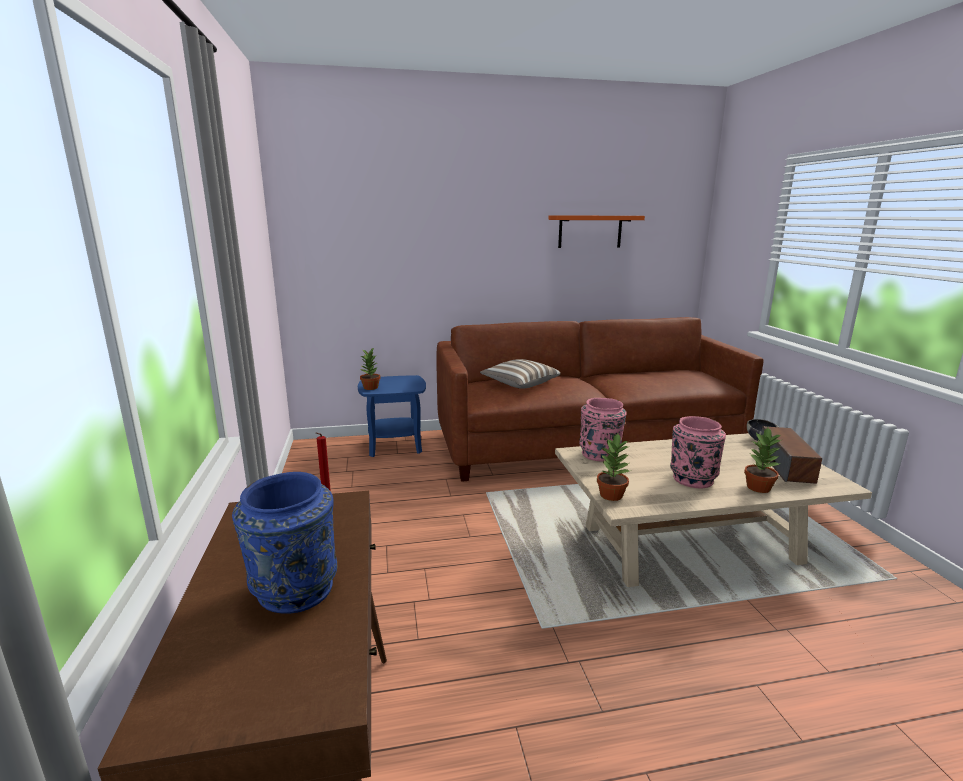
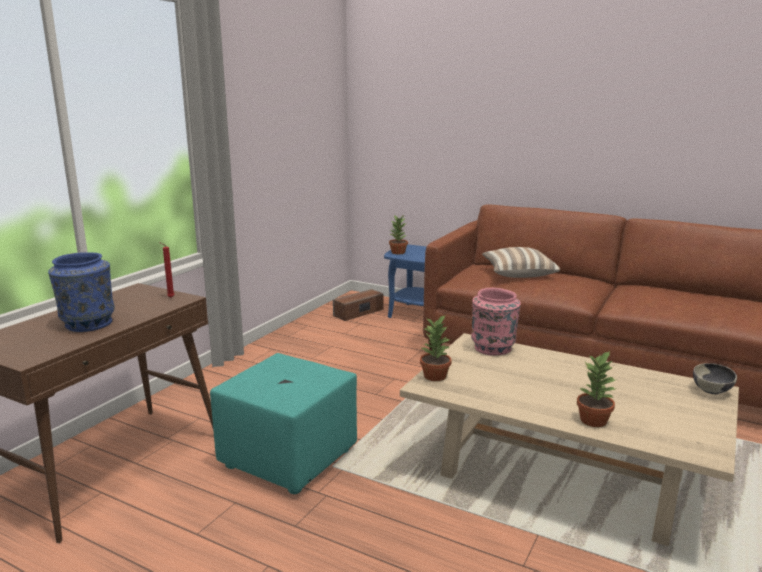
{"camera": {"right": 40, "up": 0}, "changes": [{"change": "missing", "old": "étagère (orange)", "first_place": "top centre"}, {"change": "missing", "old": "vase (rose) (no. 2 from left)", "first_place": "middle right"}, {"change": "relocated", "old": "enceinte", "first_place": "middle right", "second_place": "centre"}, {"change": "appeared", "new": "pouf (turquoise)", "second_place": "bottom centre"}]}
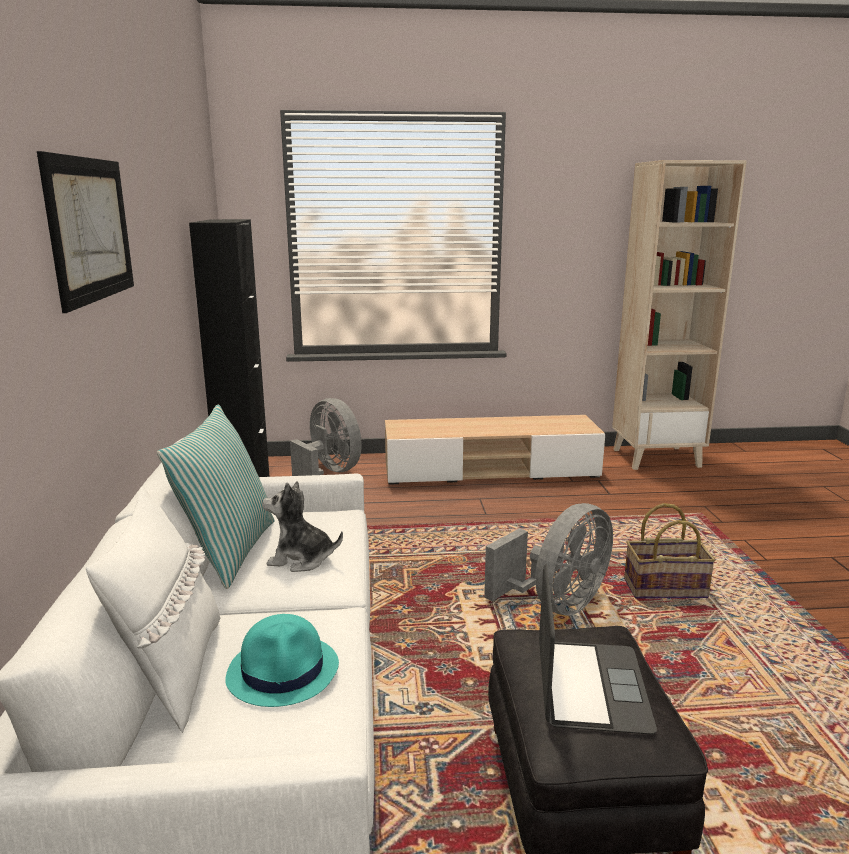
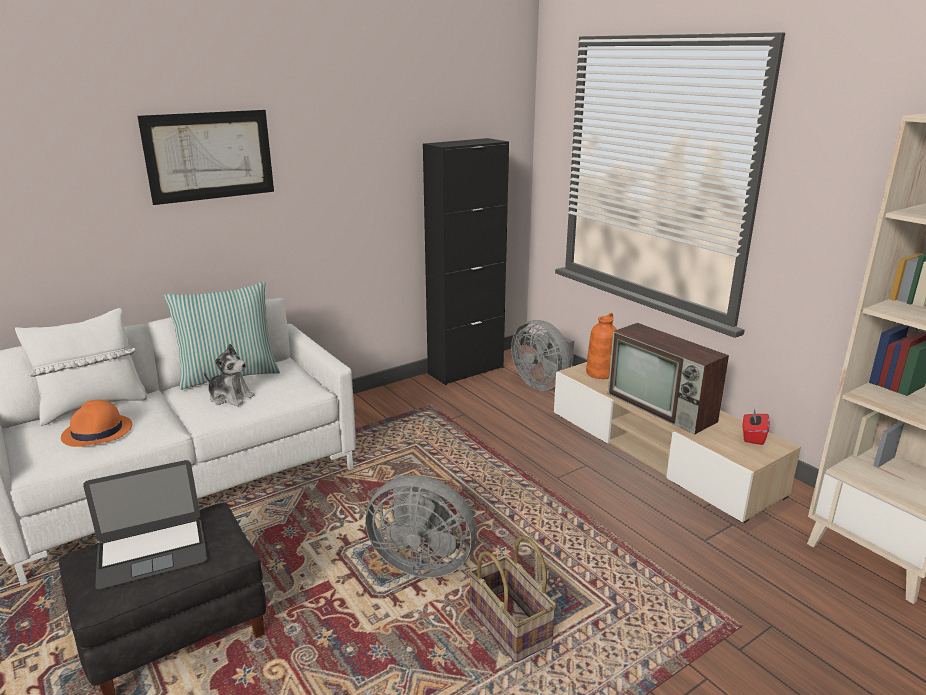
{"camera": {"right": 60, "up": 5}, "changes": [{"change": "spun", "old": "ventilateur (gris) (no. 1 from left in the first image)", "first_place": "centre", "second_place": "centre", "degrees": 120}, {"change": "spun", "old": "peluche", "first_place": "centre", "second_place": "middle left", "degrees": 135}, {"change": "colour", "old": "chapeau (turquoise)", "new": "chapeau (orange)", "first_place": "bottom left", "second_place": "middle left"}, {"change": "appeared", "new": "vase (orange)", "second_place": "centre"}, {"change": "appeared", "new": "téléviseur", "second_place": "middle right"}, {"change": "appeared", "new": "boîte à mouchoirs (rouge)", "second_place": "middle right"}]}
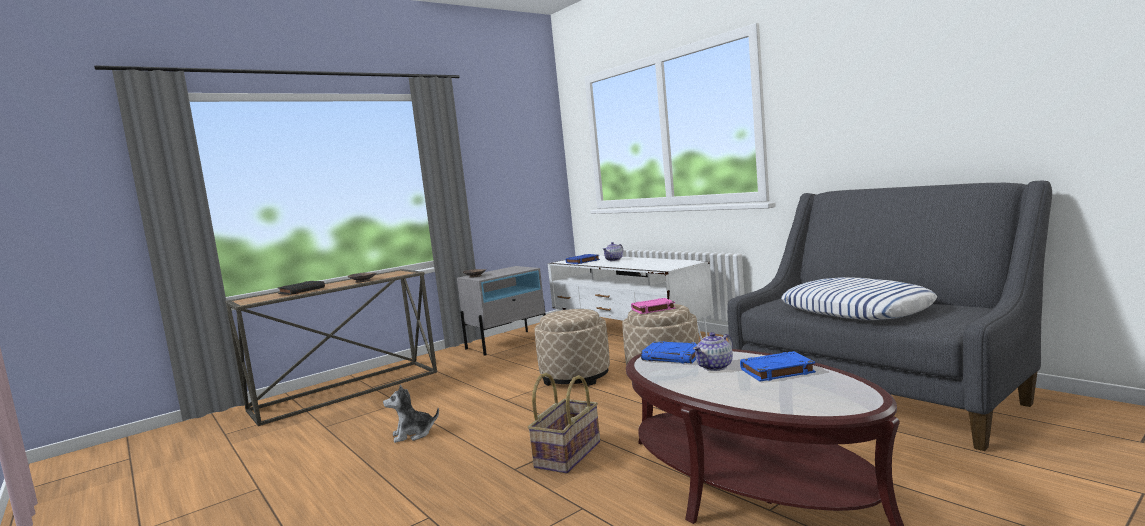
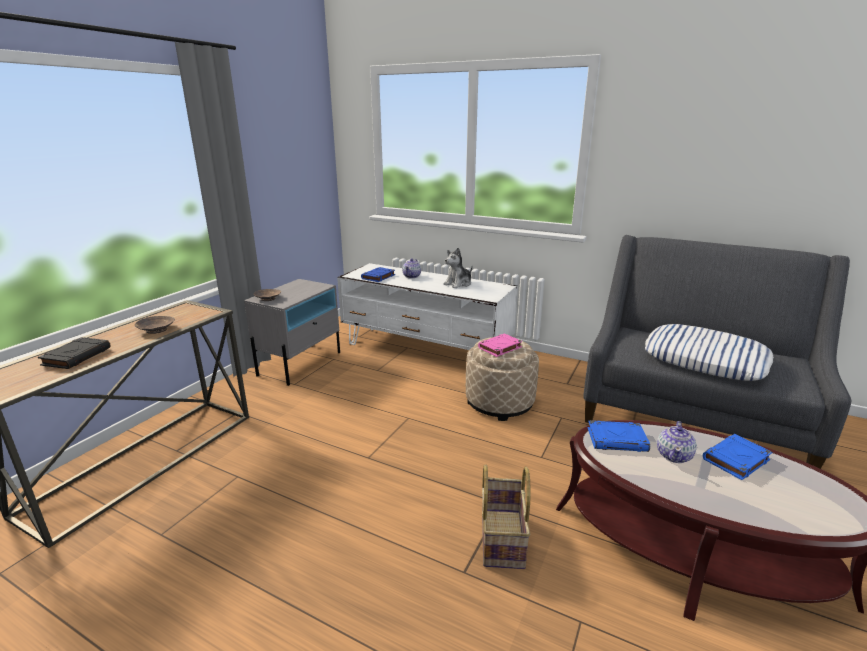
{"camera": {"right": -25, "up": 15}, "changes": [{"change": "missing", "old": "pouf (beige) (no. 1 from left)", "first_place": "centre"}, {"change": "relocated", "old": "peluche", "first_place": "bottom centre", "second_place": "centre"}]}
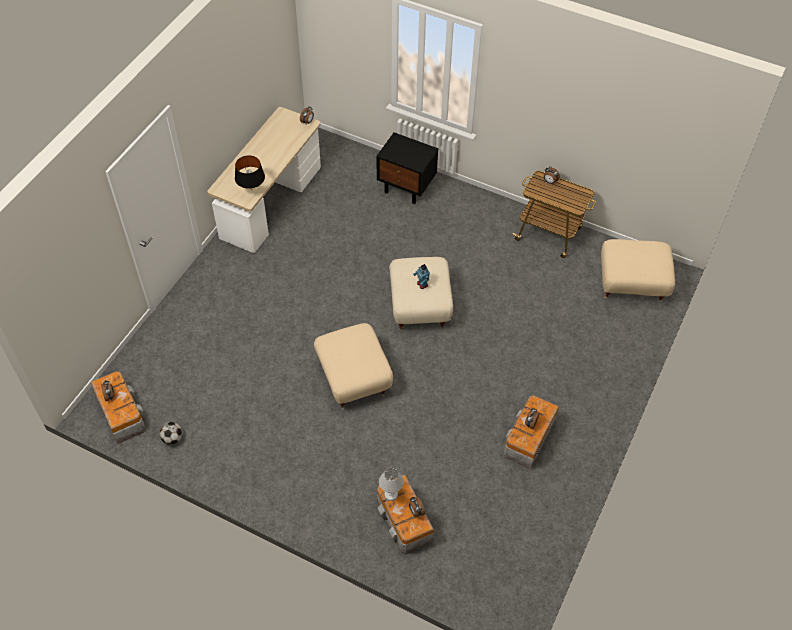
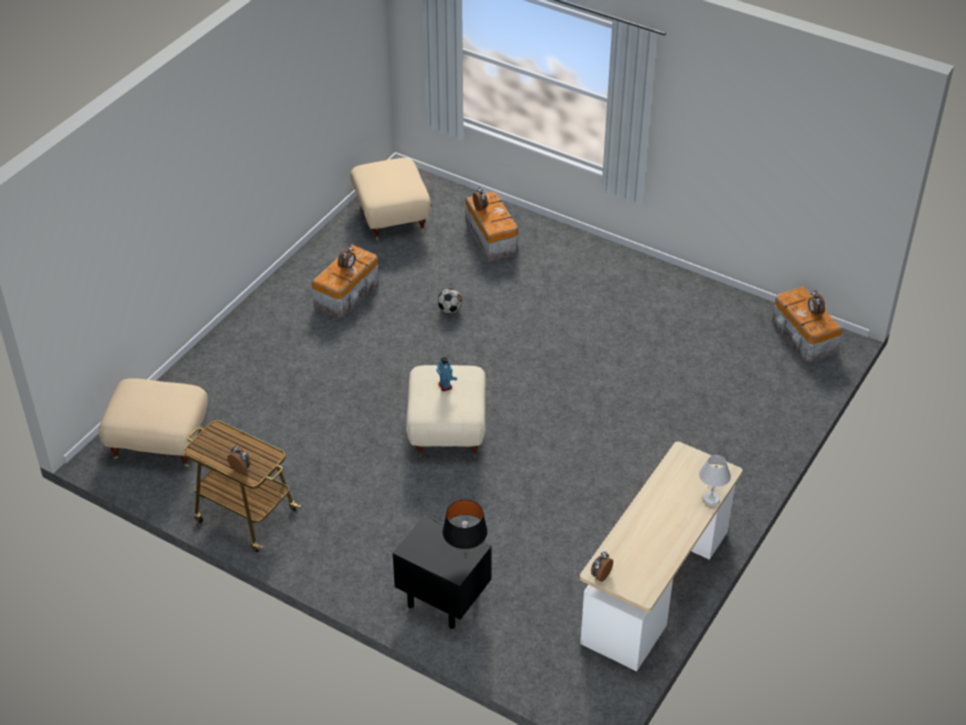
{"camera": {"right": -175, "up": -10}, "changes": [{"change": "relocated", "old": "lampe de table (noir)", "first_place": "top left", "second_place": "bottom centre"}, {"change": "relocated", "old": "pouf (beige) (no. 1 from left in the first image)", "new": "pouf (beige) (no. 2 from left)", "first_place": "centre", "second_place": "top centre"}, {"change": "relocated", "old": "ballon de foot", "first_place": "bottom left", "second_place": "centre"}, {"change": "relocated", "old": "lampe de table (blanc)", "first_place": "bottom centre", "second_place": "middle right"}]}
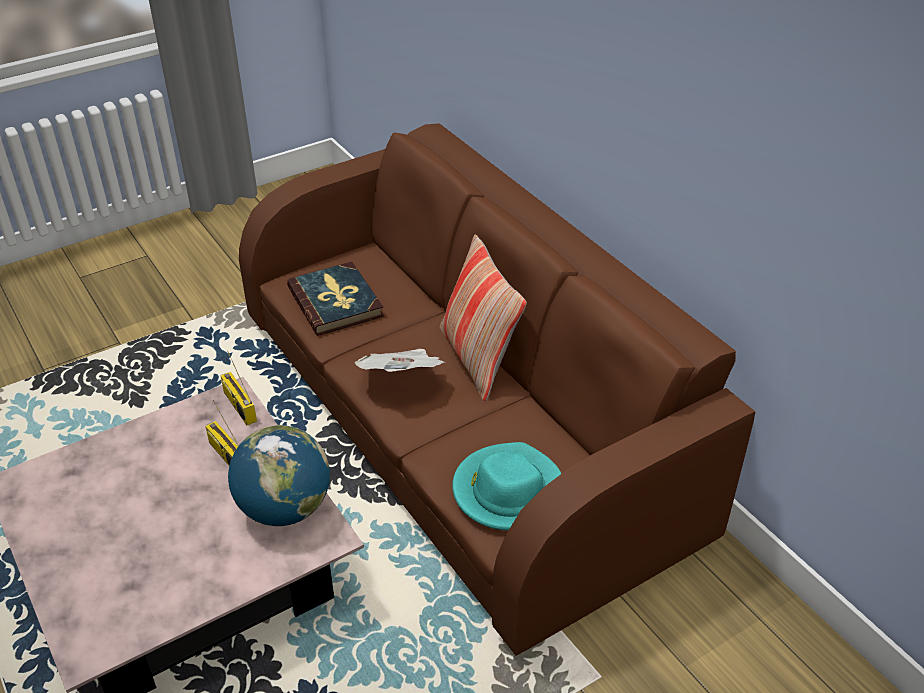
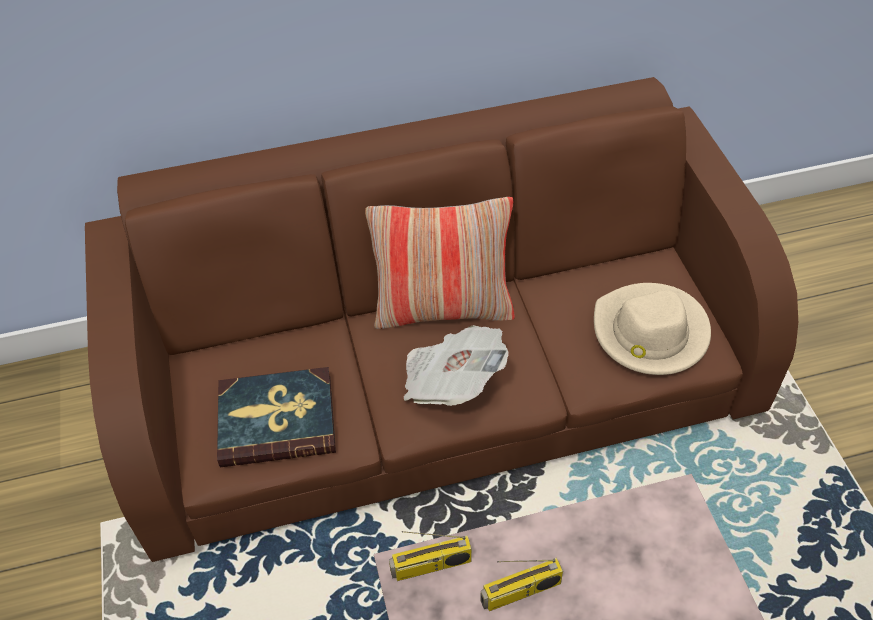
{"camera": {"right": -70, "up": 10}, "changes": [{"change": "missing", "old": "globe", "first_place": "bottom left"}, {"change": "colour", "old": "chapeau (turquoise)", "new": "chapeau (beige)", "first_place": "bottom centre", "second_place": "middle right"}]}
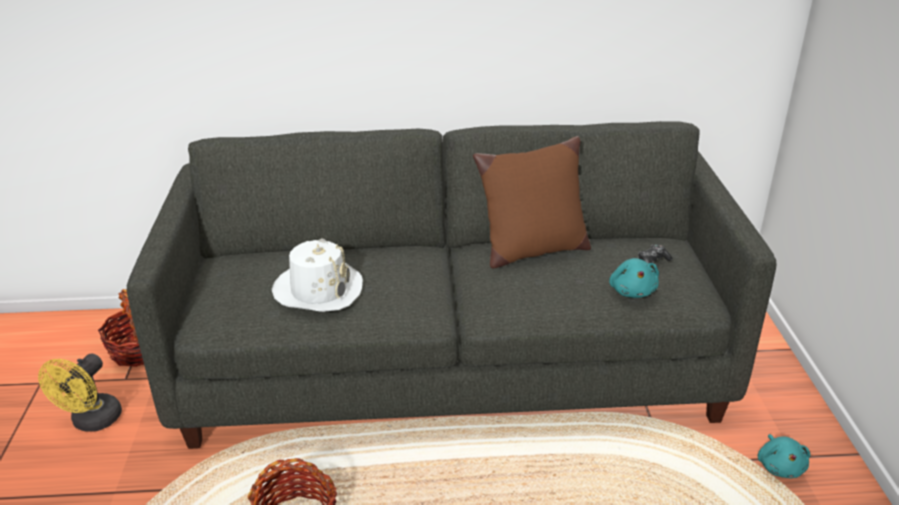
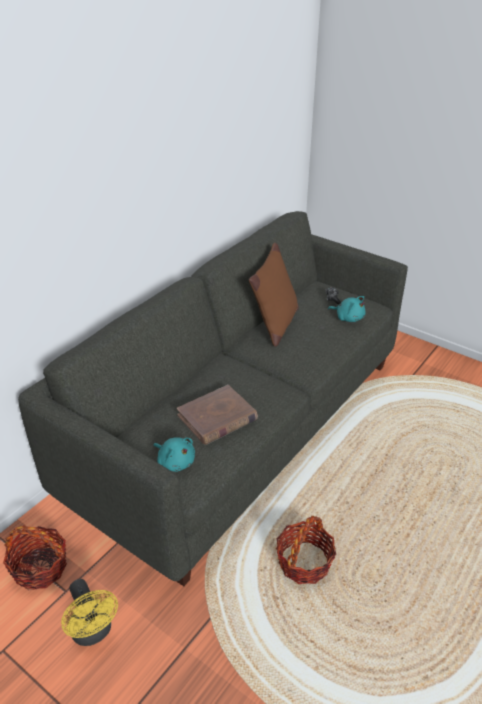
{"camera": {"right": -50, "up": 5}, "changes": [{"change": "exchanged", "old": "chapeau (blanc)", "new": "livre (marron)", "first_place": "centre", "second_place": "centre"}, {"change": "relocated", "old": "peluche (turquoise) (no. 2 from left in the first image)", "new": "peluche (turquoise) (no. 1 from left)", "first_place": "bottom right", "second_place": "centre"}]}
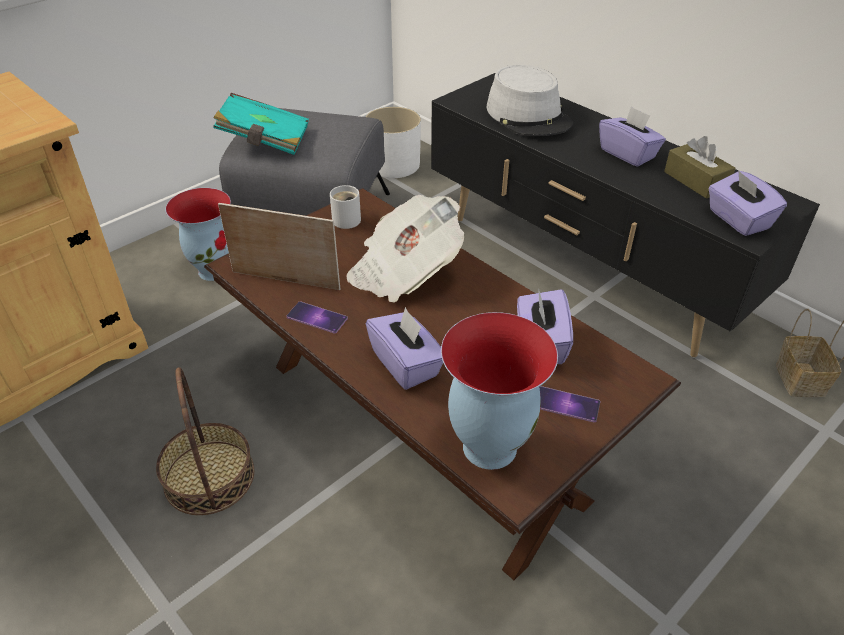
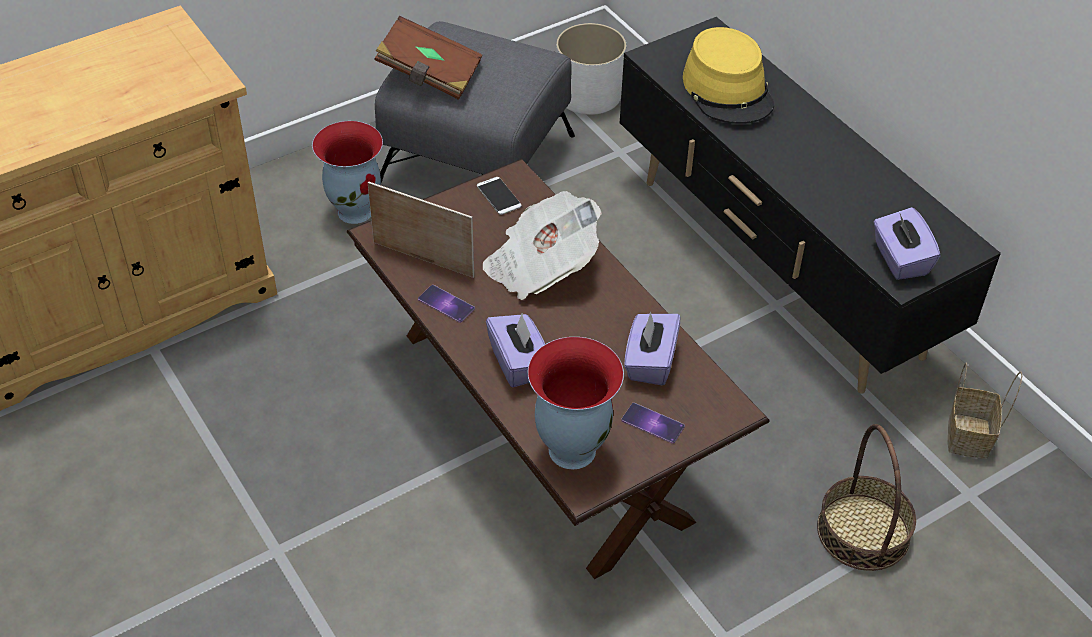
{"camera": {"right": 10, "up": 5}, "changes": [{"change": "colour", "old": "chapeau (gris)", "new": "chapeau (jaune)", "first_place": "top centre", "second_place": "top right"}, {"change": "colour", "old": "livre (turquoise)", "new": "livre (marron)", "first_place": "top left", "second_place": "top centre"}, {"change": "missing", "old": "boîte à mouchoirs (violet) (no. 3 from left)", "first_place": "top right"}, {"change": "missing", "old": "boîte à mouchoirs (marron)", "first_place": "top right"}, {"change": "exchanged", "old": "mug (blanc)", "new": "téléphone (no. 2 from left)", "first_place": "top centre", "second_place": "top centre"}, {"change": "relocated", "old": "panier (no. 1 from left)", "first_place": "bottom left", "second_place": "bottom right"}]}
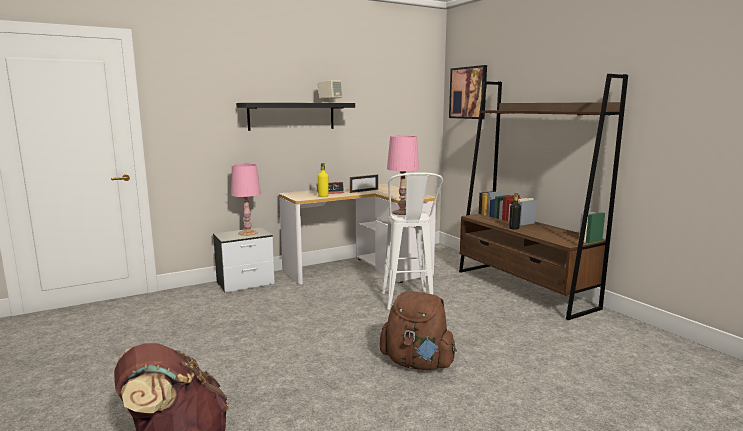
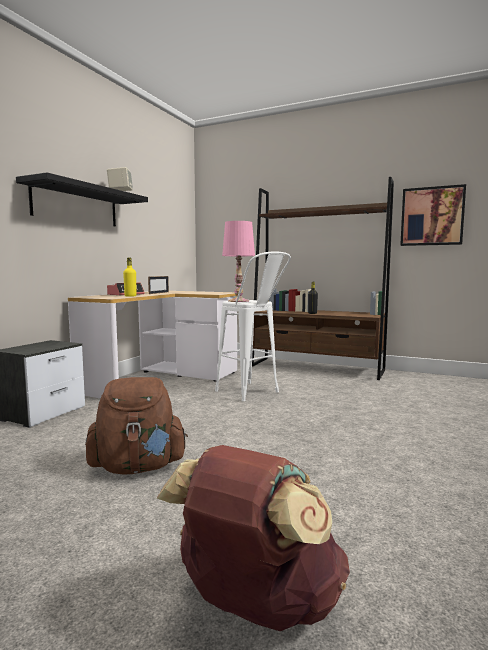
{"camera": {"right": -35, "up": -5}, "changes": [{"change": "relocated", "old": "tableau", "first_place": "top centre", "second_place": "top right"}, {"change": "missing", "old": "lampe de table (rose) (no. 1 from left)", "first_place": "middle left"}, {"change": "relocated", "old": "sac à dos (marron) (no. 2 from left in the first image)", "new": "sac à dos (marron) (no. 1 from left)", "first_place": "bottom centre", "second_place": "middle left"}]}
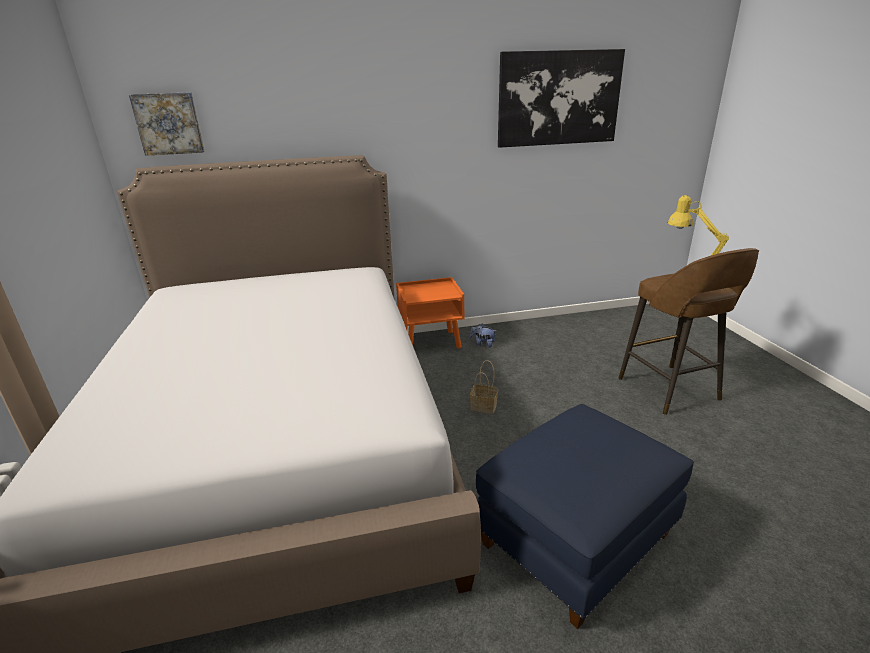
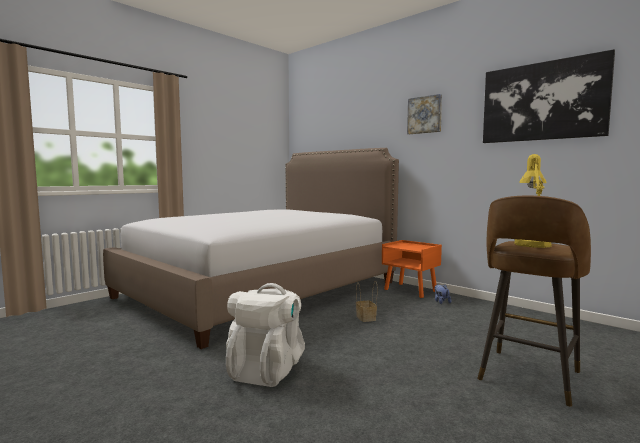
{"camera": {"right": 55, "up": -20}, "changes": [{"change": "relocated", "old": "tableau (no. 1 from left)", "first_place": "top left", "second_place": "top centre"}, {"change": "exchanged", "old": "pouf (bleu)", "new": "sac à dos (blanc)", "first_place": "bottom right", "second_place": "bottom centre"}]}
